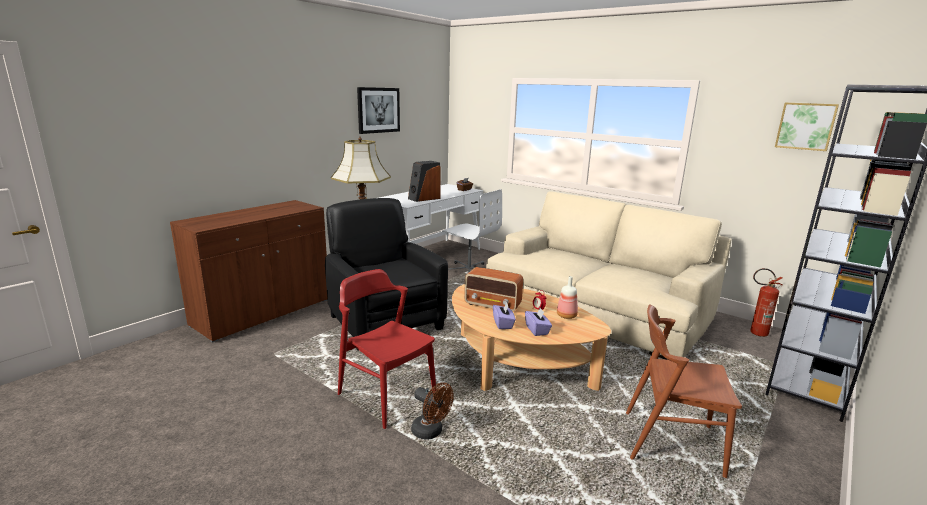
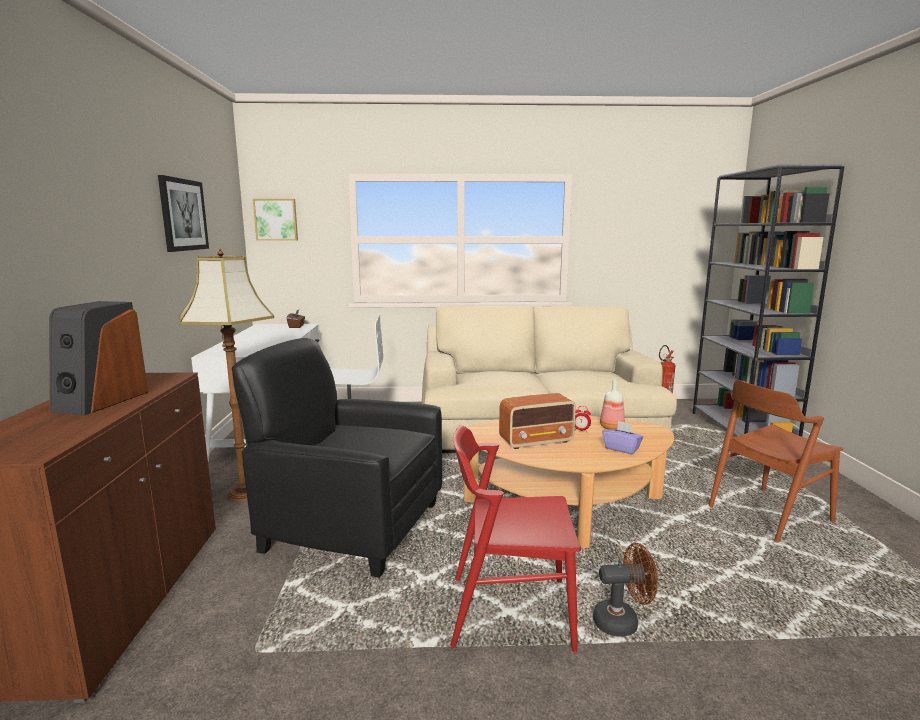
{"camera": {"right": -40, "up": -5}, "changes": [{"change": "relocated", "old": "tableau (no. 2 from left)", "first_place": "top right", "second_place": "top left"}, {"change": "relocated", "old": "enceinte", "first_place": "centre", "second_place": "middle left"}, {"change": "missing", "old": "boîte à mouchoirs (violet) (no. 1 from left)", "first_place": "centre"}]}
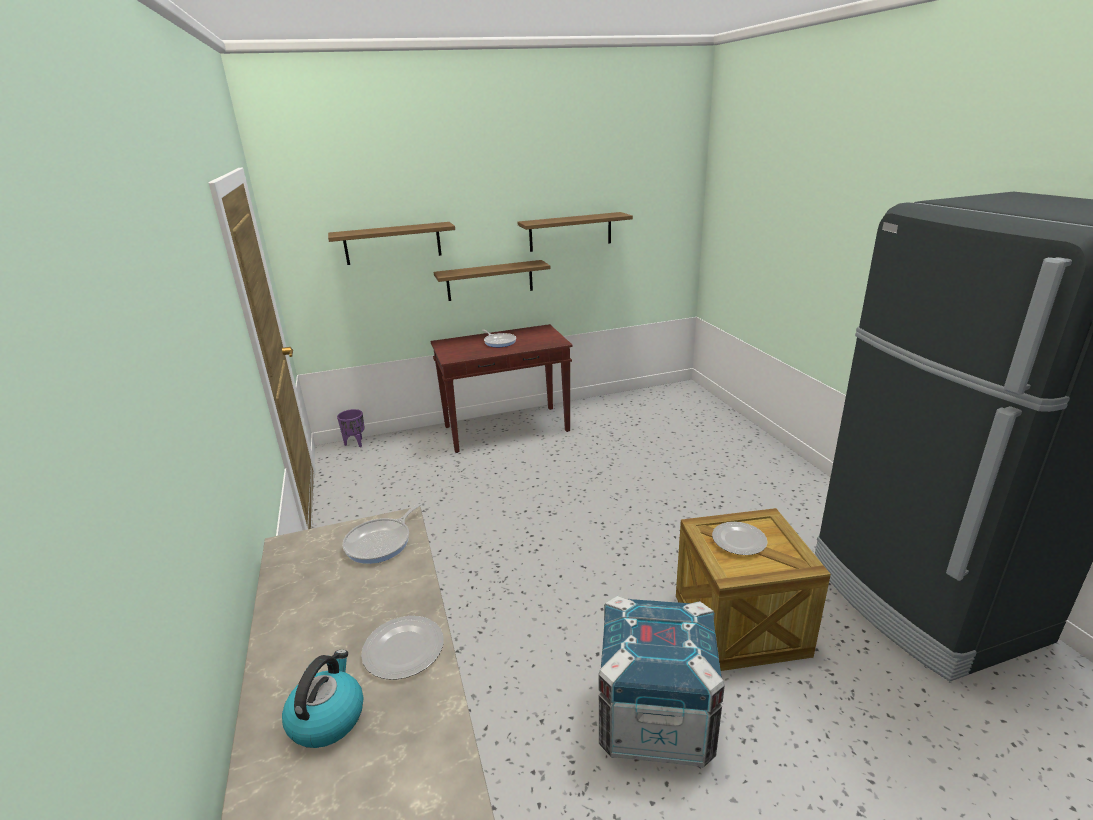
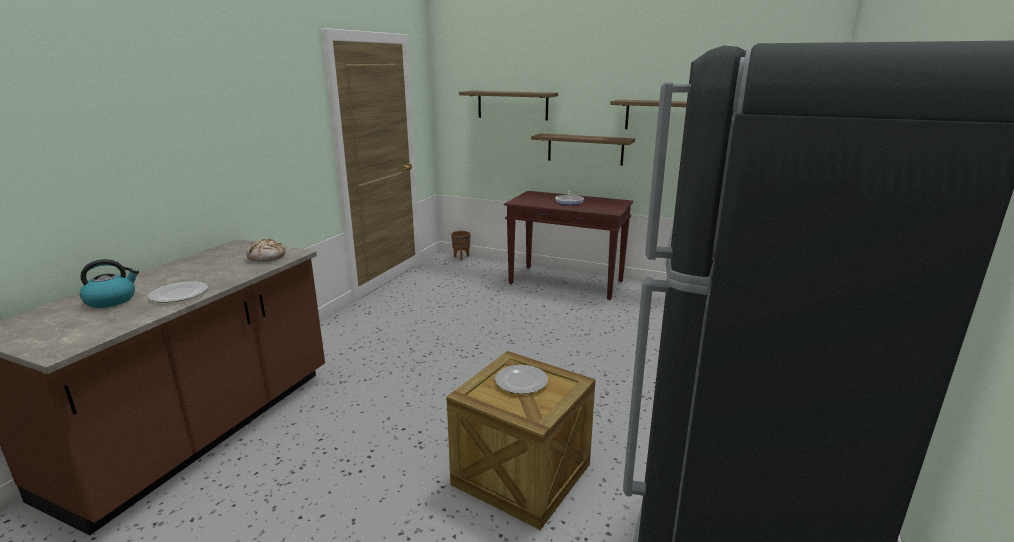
{"camera": {"right": 40, "up": -5}, "changes": [{"change": "colour", "old": "cache-pot (violet)", "new": "cache-pot (marron)", "first_place": "middle left", "second_place": "centre"}, {"change": "exchanged", "old": "poêle (no. 1 from left)", "new": "pain", "first_place": "centre", "second_place": "middle left"}, {"change": "missing", "old": "caisse (no. 1 from left)", "first_place": "bottom centre"}]}
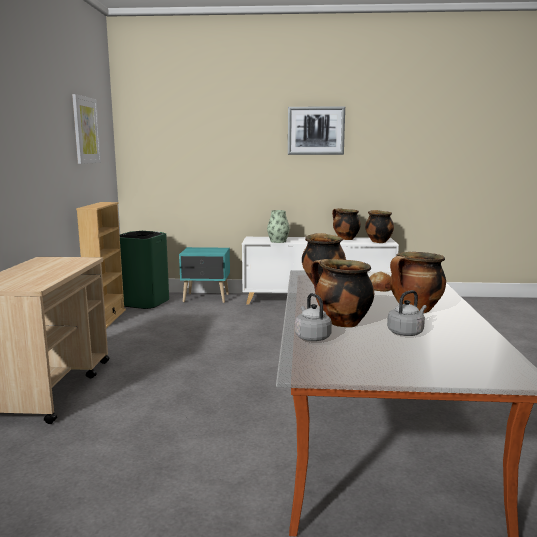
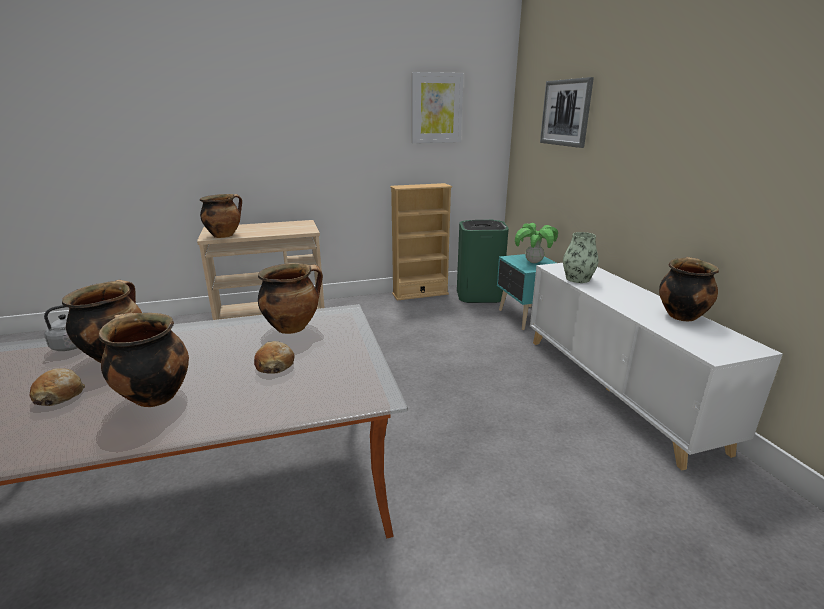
{"camera": {"right": 70, "up": 10}, "changes": [{"change": "relocated", "old": "tableau (no. 2 from left)", "first_place": "top centre", "second_place": "top right"}, {"change": "relocated", "old": "marmite (no. 4 from left in the first image)", "new": "marmite (no. 3 from left)", "first_place": "middle right", "second_place": "middle left"}, {"change": "exchanged", "old": "bouilloire (gris) (no. 2 from left)", "new": "pain (no. 1 from left)", "first_place": "middle right", "second_place": "middle left"}, {"change": "appeared", "new": "plante en pot", "second_place": "centre"}]}
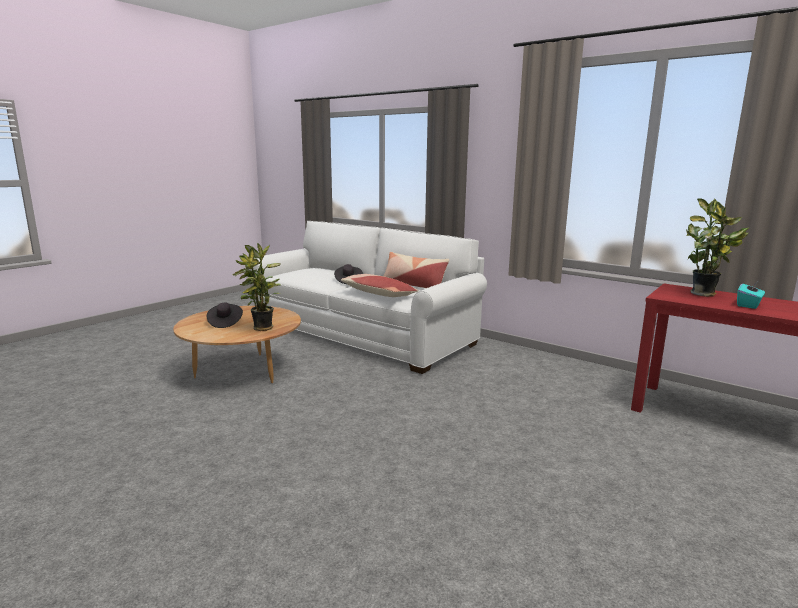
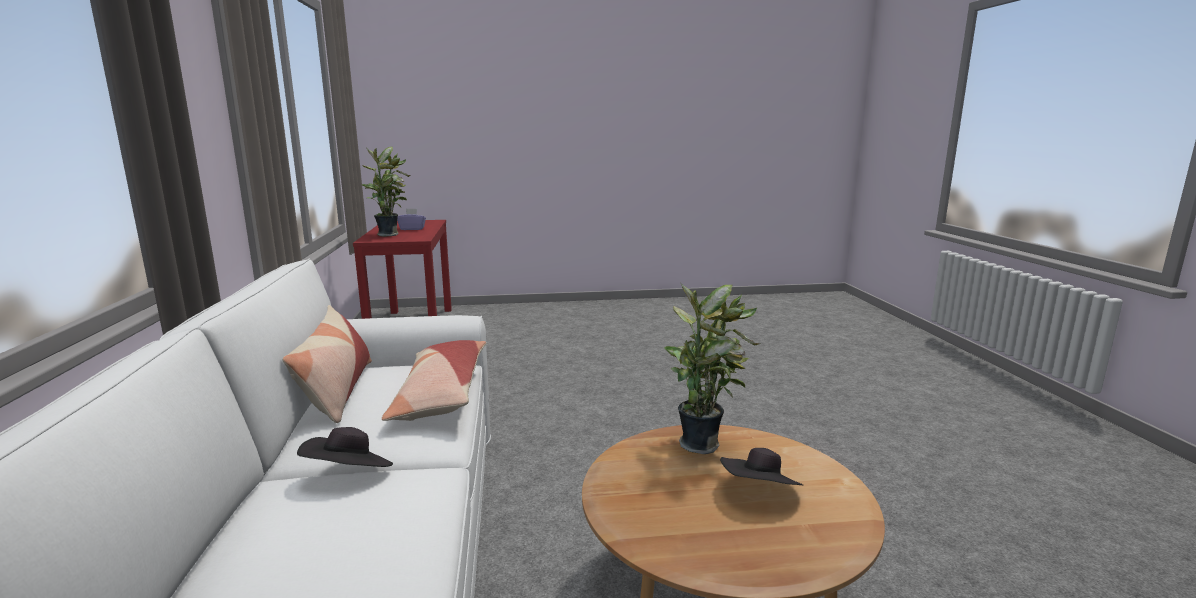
{"camera": {"right": -135, "up": 0}, "changes": [{"change": "colour", "old": "boîte à mouchoirs (turquoise)", "new": "boîte à mouchoirs (violet)", "first_place": "middle right", "second_place": "centre"}]}
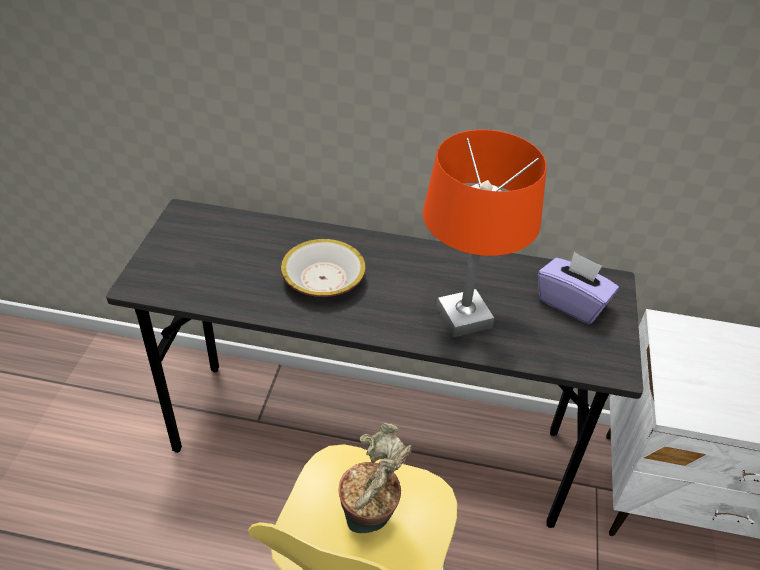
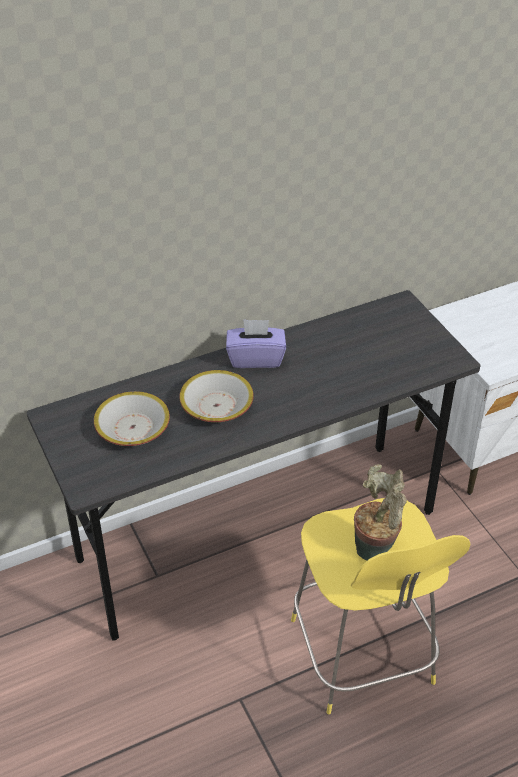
{"camera": {"right": -35, "up": 0}, "changes": [{"change": "missing", "old": "lampe de table (orange)", "first_place": "centre"}, {"change": "relocated", "old": "boîte à mouchoirs (violet)", "first_place": "middle right", "second_place": "centre"}, {"change": "appeared", "new": "bol (no. 1 from left)", "second_place": "middle left"}]}
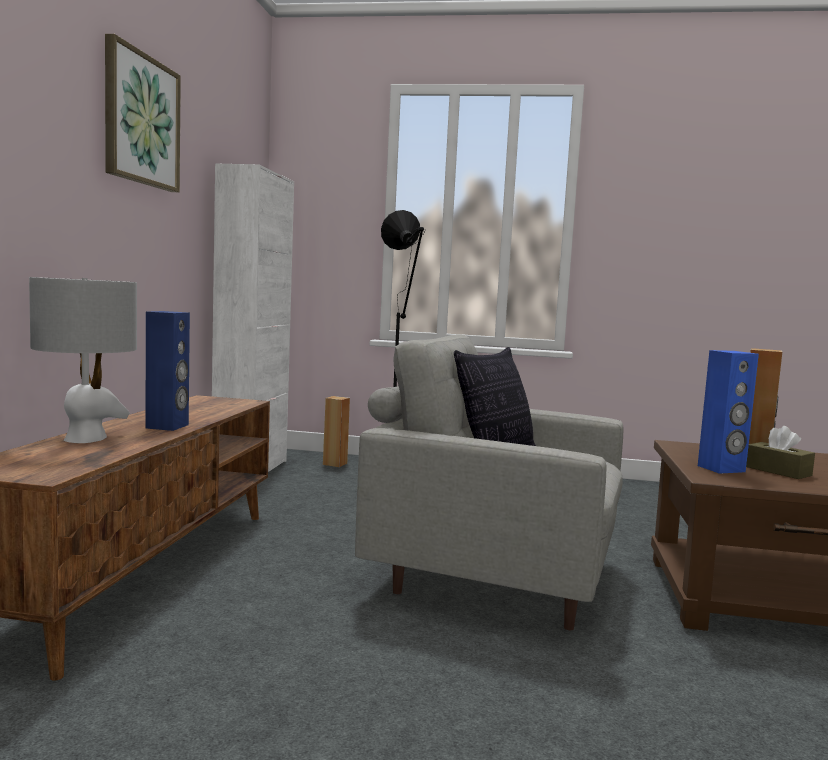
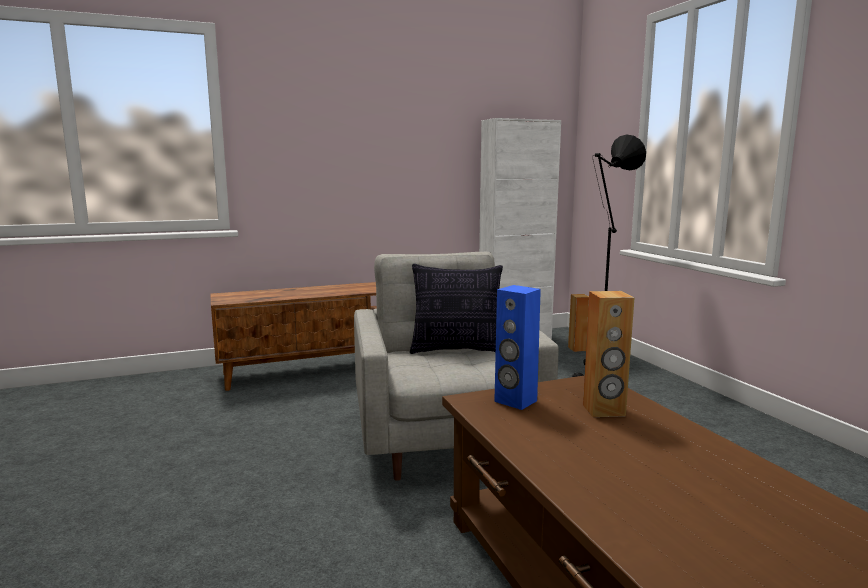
{"camera": {"right": 60, "up": 5}, "changes": [{"change": "missing", "old": "tableau", "first_place": "top left"}, {"change": "missing", "old": "lampe de table (gris)", "first_place": "middle left"}, {"change": "missing", "old": "enceinte (bleu) (no. 1 from left)", "first_place": "middle left"}, {"change": "missing", "old": "boîte à mouchoirs (marron)", "first_place": "middle right"}]}
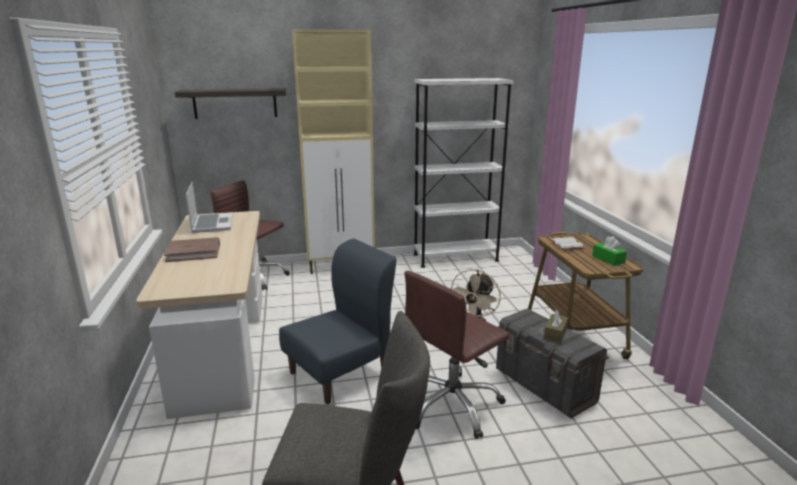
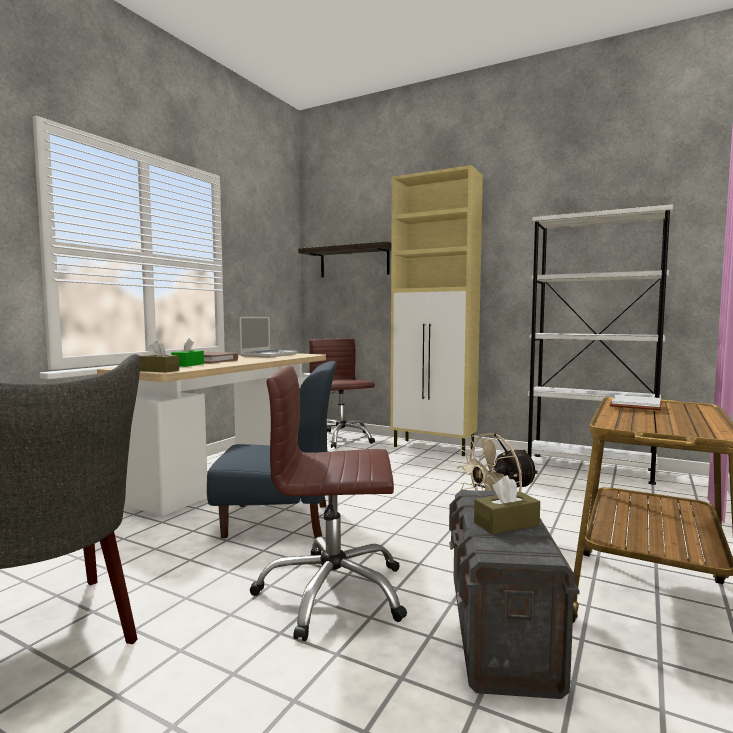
{"camera": {"right": 40, "up": -15}, "changes": [{"change": "relocated", "old": "boîte à mouchoirs (vert)", "first_place": "middle right", "second_place": "middle left"}, {"change": "appeared", "new": "boîte à mouchoirs (marron) (no. 1 from left)", "second_place": "middle left"}]}
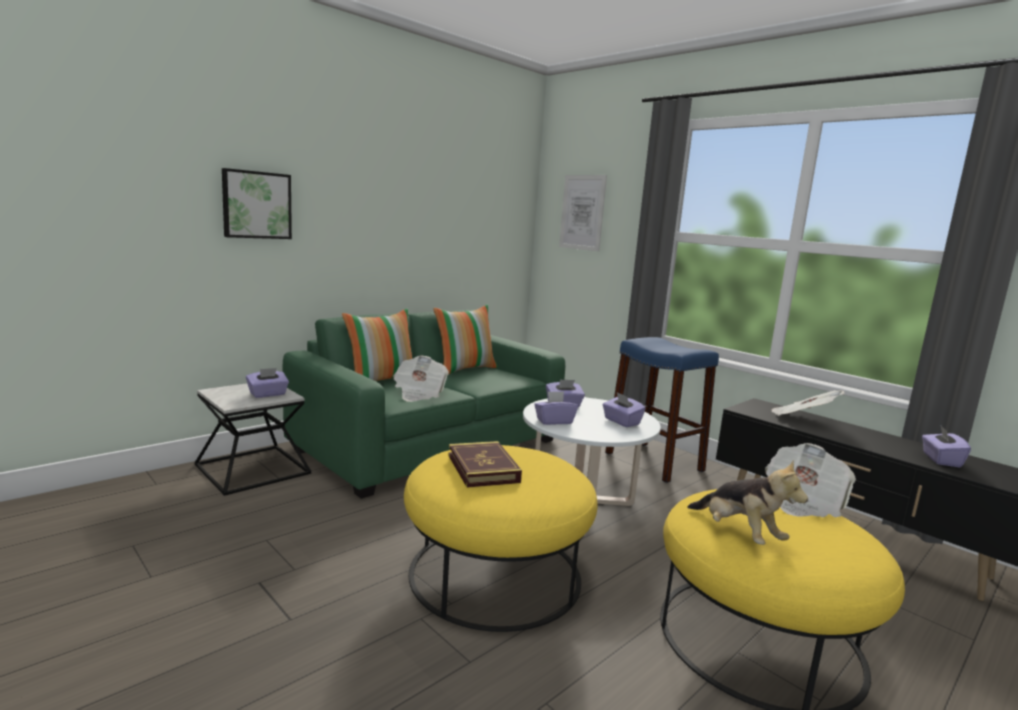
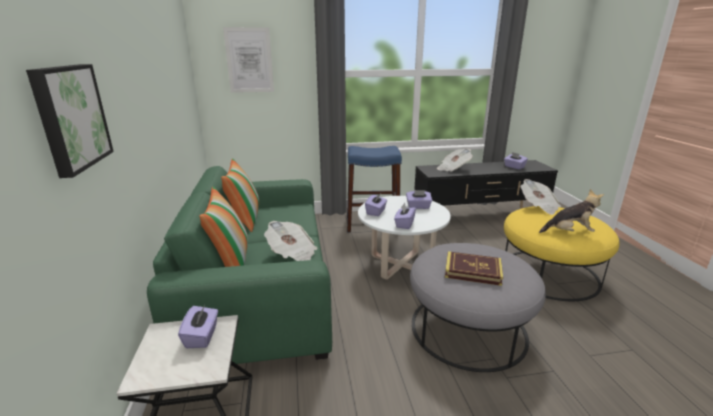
{"camera": {"right": -55, "up": 10}, "changes": [{"change": "colour", "old": "pouf (jaune) (no. 1 from left)", "new": "pouf (gris)", "first_place": "bottom centre", "second_place": "bottom right"}]}
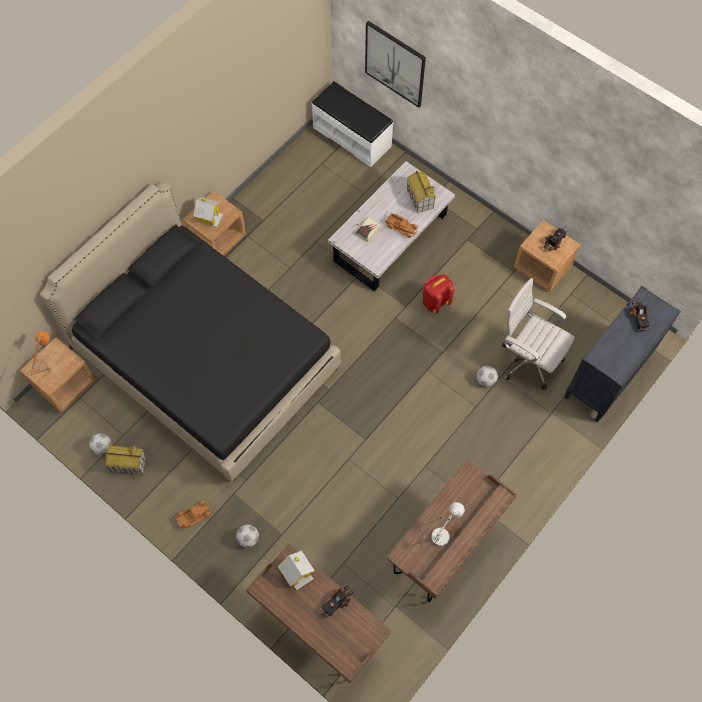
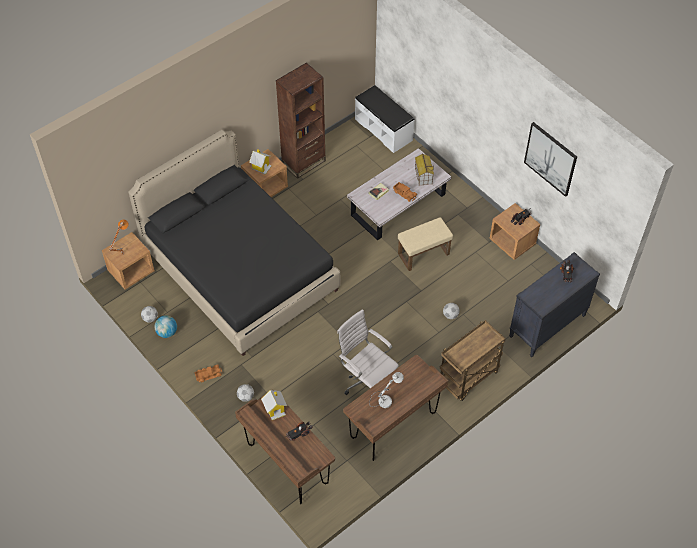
{"camera": {"right": 10, "up": -10}, "changes": [{"change": "relocated", "old": "tableau", "first_place": "top centre", "second_place": "top right"}, {"change": "exchanged", "old": "sac à dos (rouge)", "new": "pouf (beige)", "first_place": "centre", "second_place": "centre"}, {"change": "relocated", "old": "chaise de bureau (blanc)", "first_place": "middle right", "second_place": "centre"}, {"change": "exchanged", "old": "maison miniature (no. 1 from left)", "new": "globe", "first_place": "middle left", "second_place": "middle left"}, {"change": "appeared", "new": "bibliothèque (marron)", "second_place": "top centre"}, {"change": "appeared", "new": "chariot (marron)", "second_place": "middle right"}]}
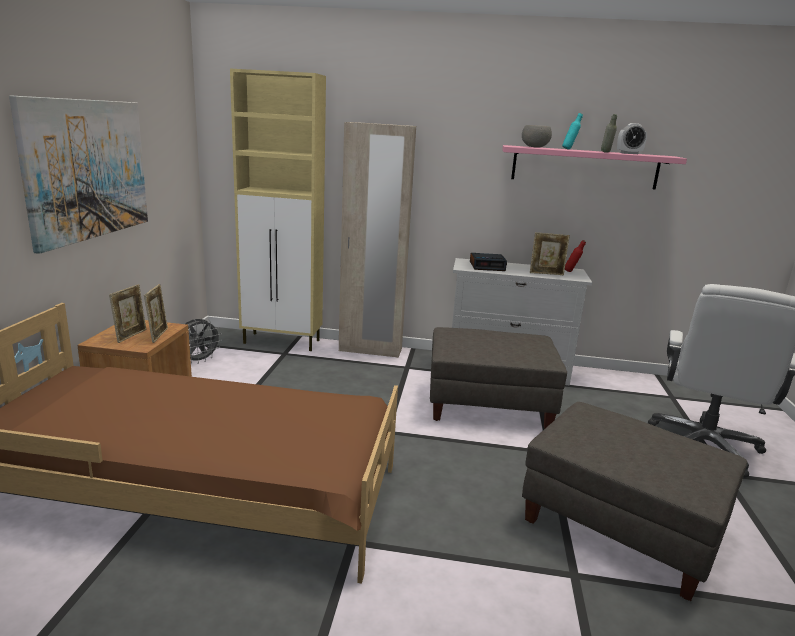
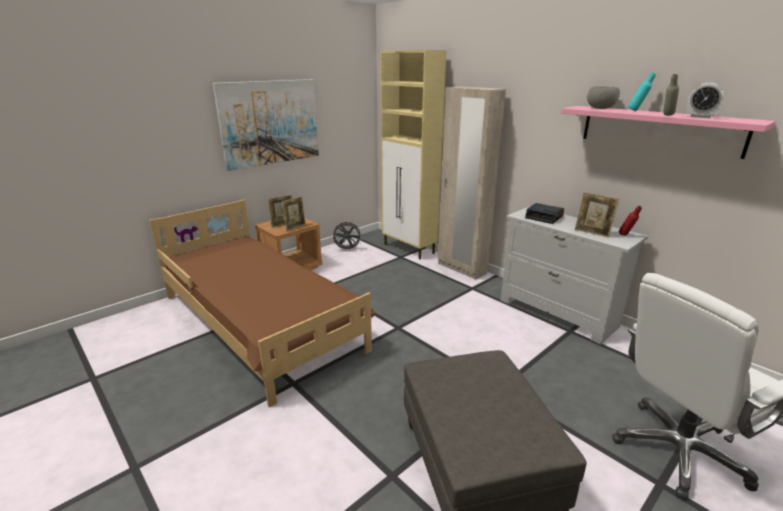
{"camera": {"right": 40, "up": 5}, "changes": [{"change": "missing", "old": "pouf (gris) (no. 1 from left)", "first_place": "centre"}]}
